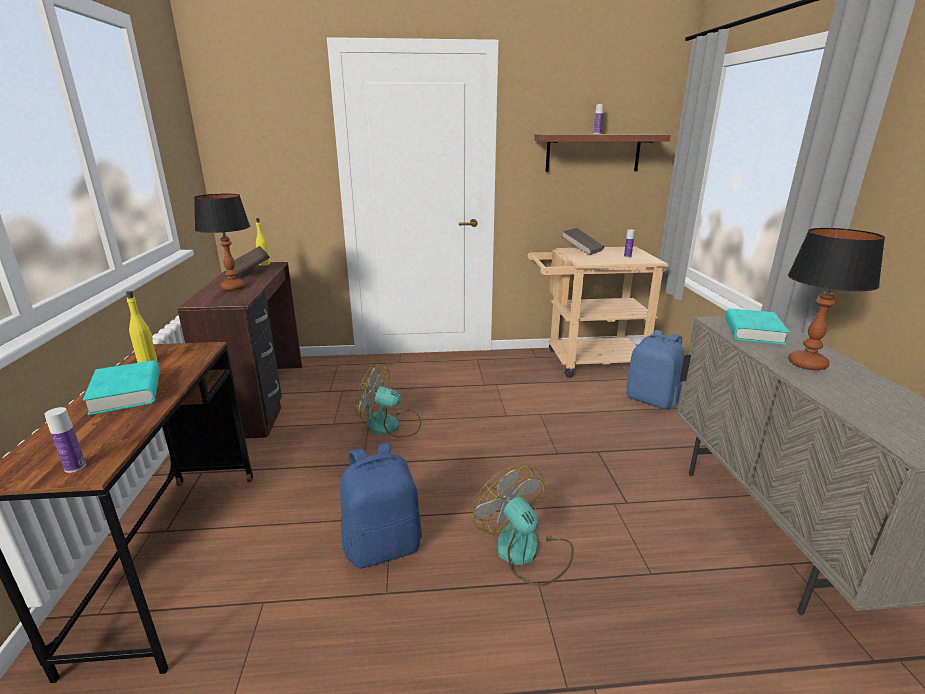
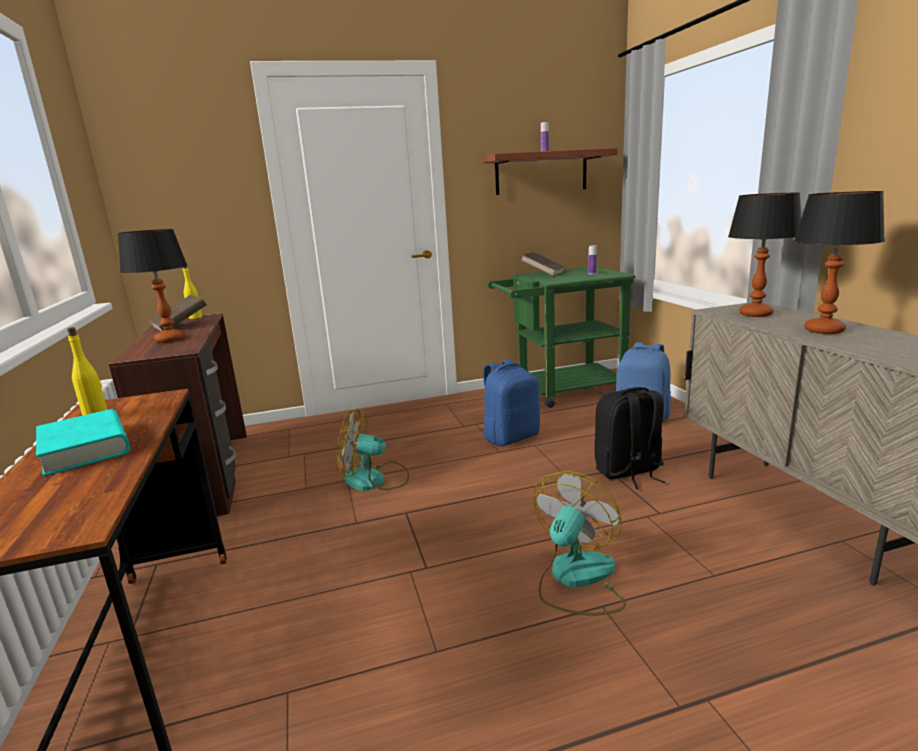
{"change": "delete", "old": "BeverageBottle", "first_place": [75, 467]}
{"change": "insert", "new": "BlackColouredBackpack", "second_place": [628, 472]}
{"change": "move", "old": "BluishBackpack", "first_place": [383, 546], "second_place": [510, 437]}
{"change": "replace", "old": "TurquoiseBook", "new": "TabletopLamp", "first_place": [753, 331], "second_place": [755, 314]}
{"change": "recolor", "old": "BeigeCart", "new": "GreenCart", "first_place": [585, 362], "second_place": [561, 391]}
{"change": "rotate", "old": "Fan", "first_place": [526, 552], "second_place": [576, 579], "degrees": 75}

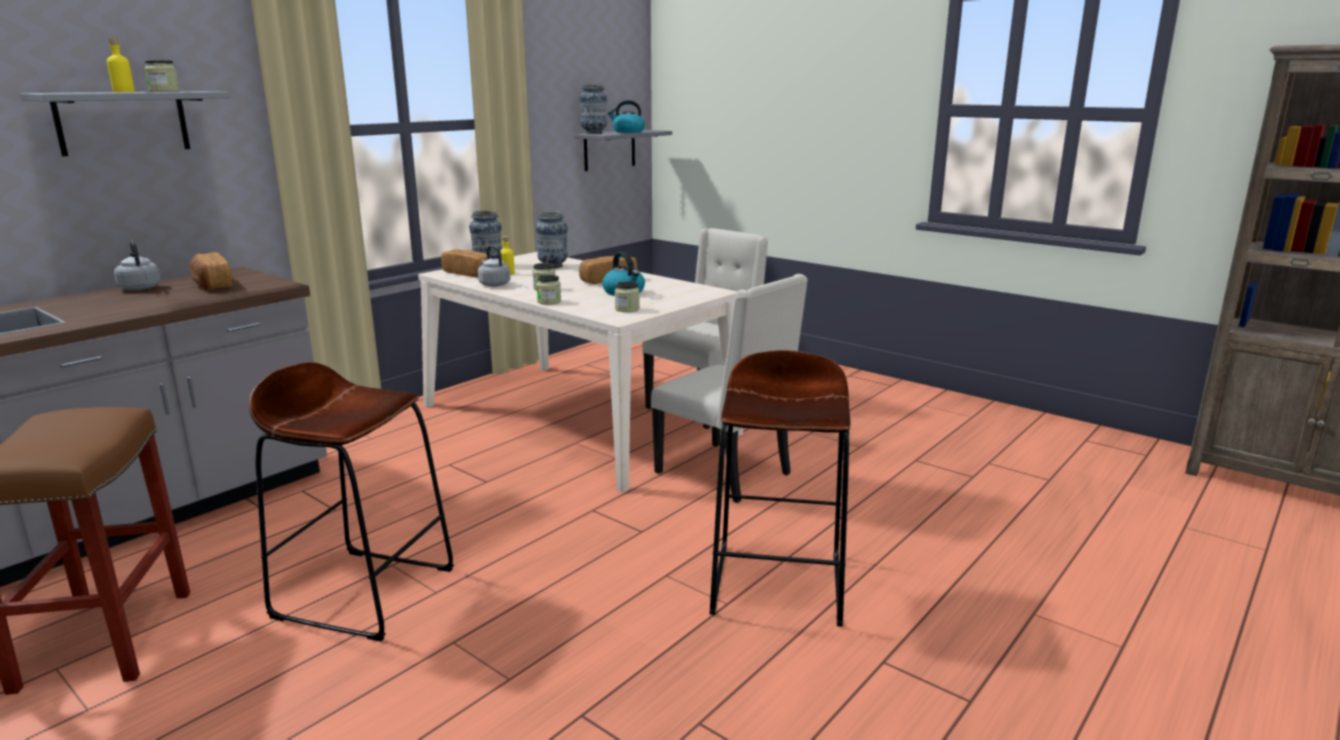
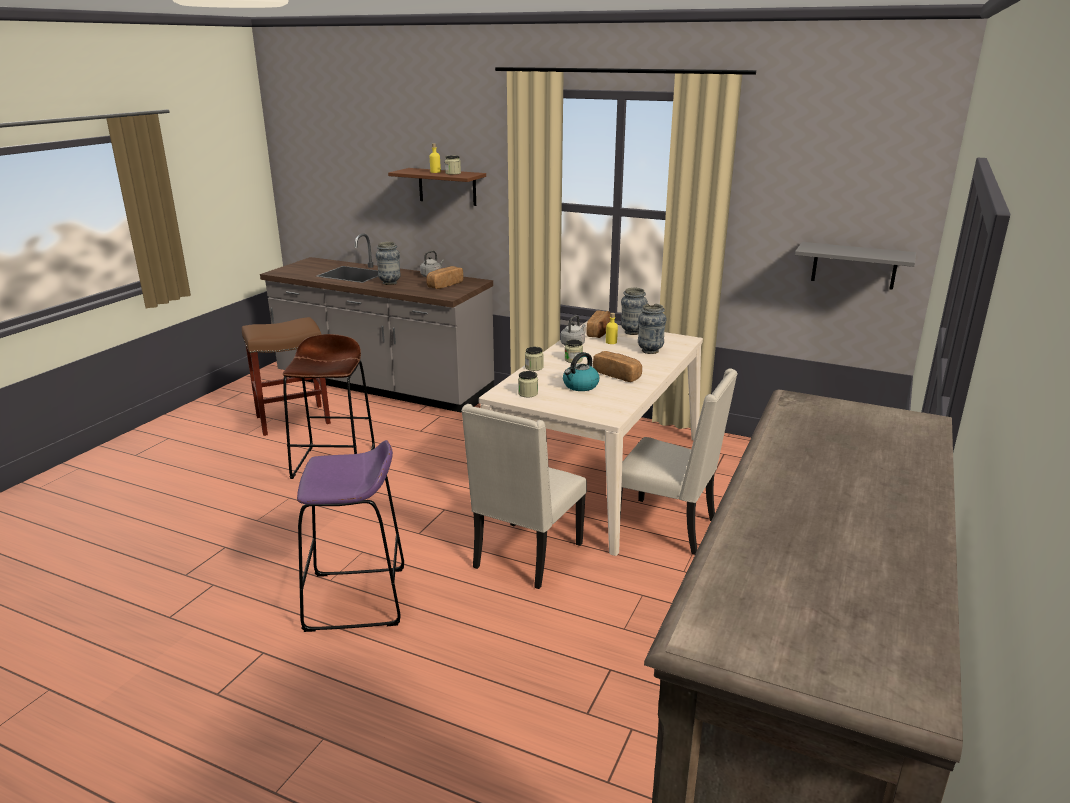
{"change": "delete", "old": "Kettle", "first_place": [627, 132]}
{"change": "move", "old": "DecorativeVase", "first_place": [594, 133], "second_place": [389, 283]}
{"change": "recolor", "old": "GreyishBracketShelf", "new": "BrownColouredBracketShelf", "first_place": [122, 122], "second_place": [447, 186]}
{"change": "recolor", "old": "BrownColouredStoolSeat", "new": "PurplishStoolSeat", "first_place": [778, 584], "second_place": [356, 599]}

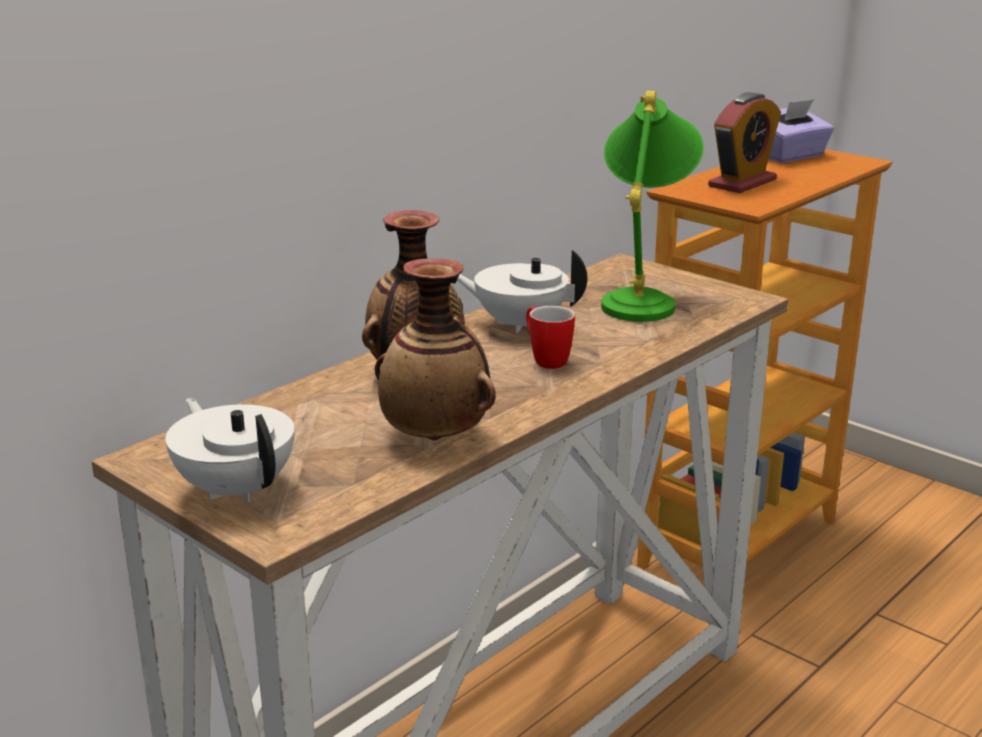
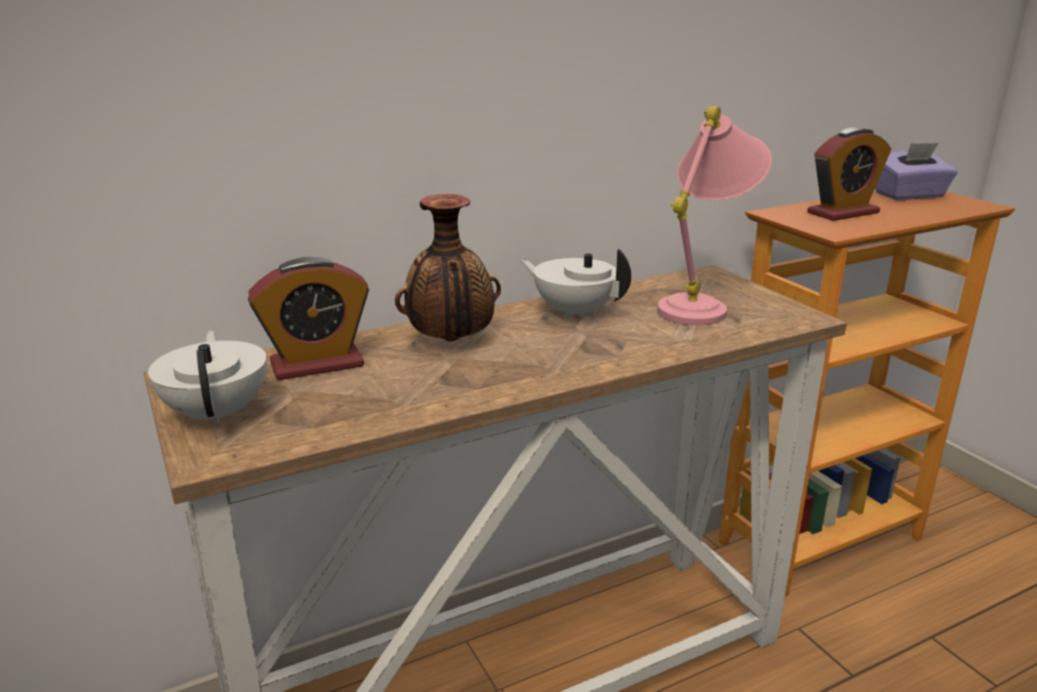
{"change": "delete", "old": "DecorativeVase", "first_place": [436, 437]}
{"change": "delete", "old": "Mug", "first_place": [545, 360]}
{"change": "insert", "new": "TableClock", "second_place": [317, 364]}
{"change": "recolor", "old": "GreenTabletopLamp", "new": "PinkishTabletopLamp", "first_place": [643, 299], "second_place": [703, 305]}

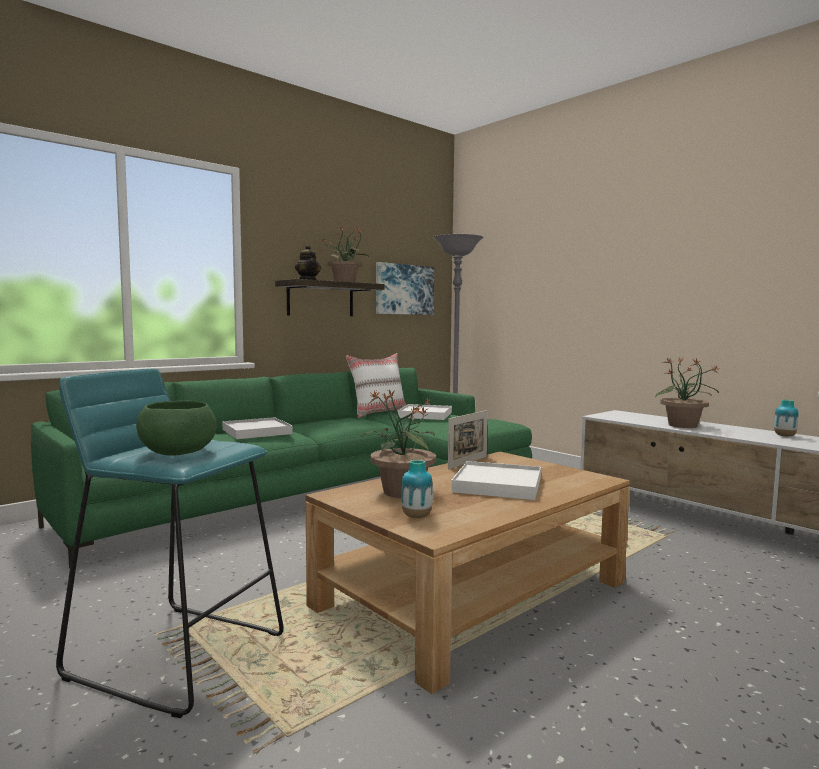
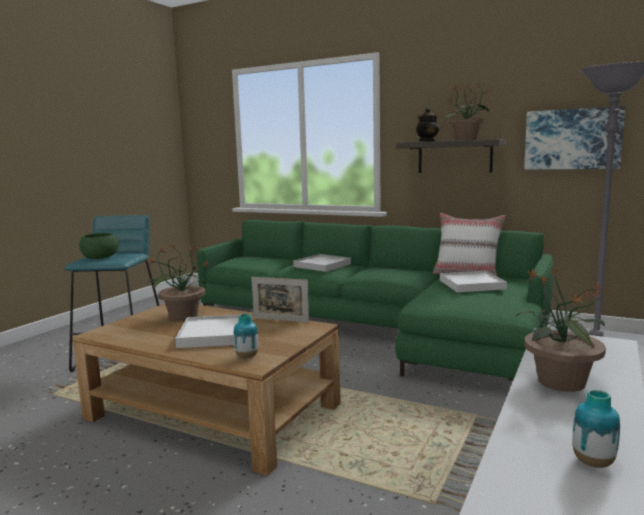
{"change": "move", "old": "DecorativeVase", "first_place": [416, 517], "second_place": [247, 357]}

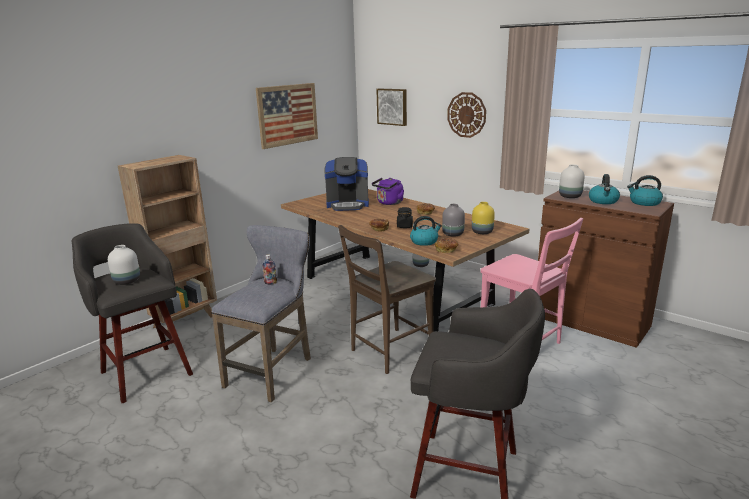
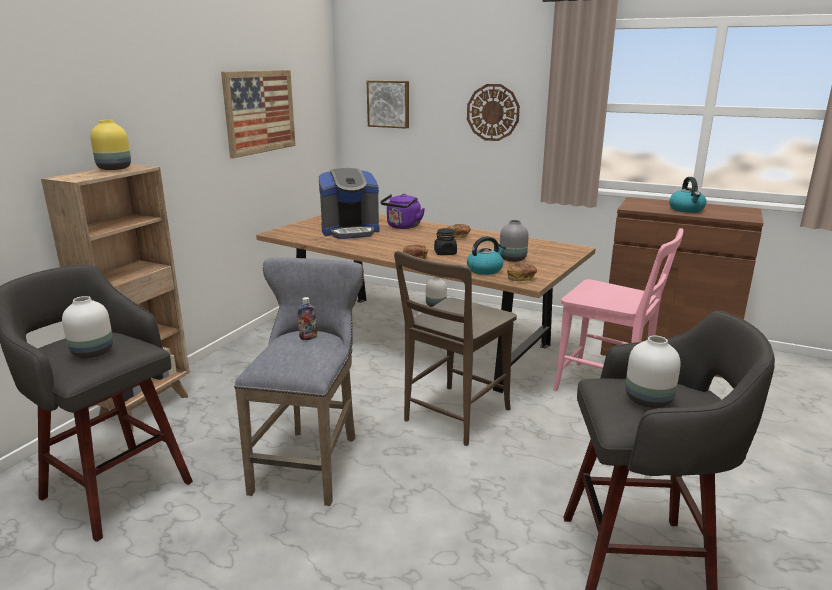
{"change": "delete", "old": "Kettle", "first_place": [644, 203]}
{"change": "move", "old": "YellowishDecorativeVase", "first_place": [482, 232], "second_place": [115, 168]}
{"change": "move", "old": "WhiteDecorativeVase", "first_place": [570, 196], "second_place": [648, 399]}

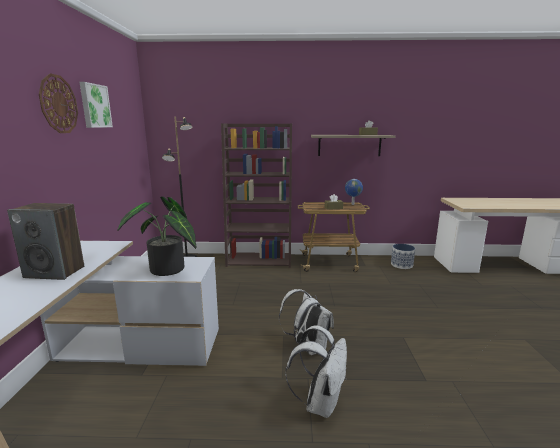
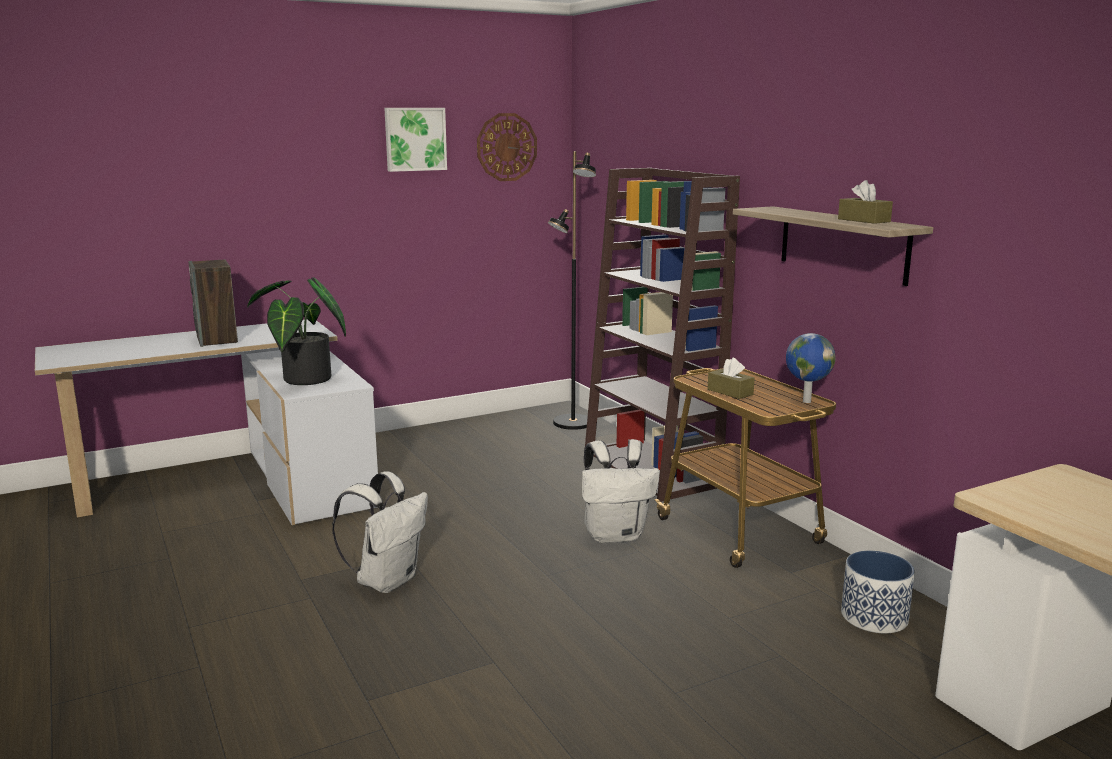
{"change": "move", "old": "ClockOnTheWall", "first_place": [58, 104], "second_place": [506, 147]}
{"change": "move", "old": "WhiteBackpack", "first_place": [320, 402], "second_place": [615, 535]}

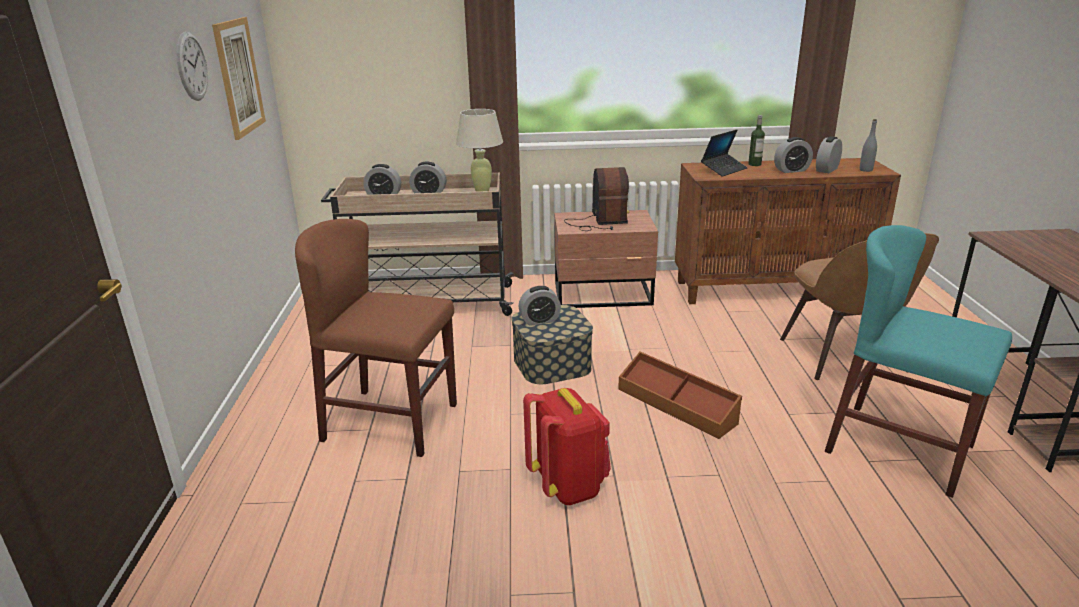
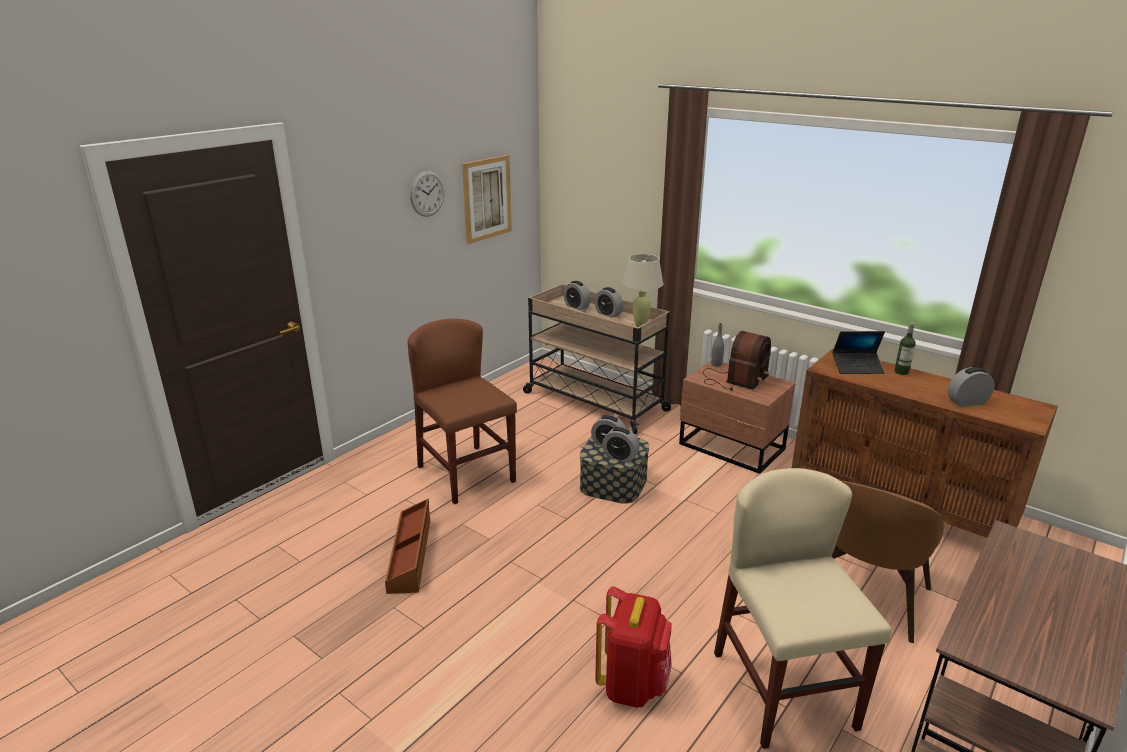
{"change": "move", "old": "RedColouredBackpack", "first_place": [569, 486], "second_place": [633, 685]}
{"change": "move", "old": "BrownColouredStorageBin", "first_place": [677, 405], "second_place": [411, 555]}
{"change": "move", "old": "TableClock", "first_place": [791, 170], "second_place": [620, 457]}
{"change": "move", "old": "GreyishBeverageBottle", "first_place": [866, 170], "second_place": [716, 364]}
{"change": "recolor", "old": "TurquoiseUprightChair", "new": "BeigeUprightChair", "first_place": [900, 448], "second_place": [784, 690]}

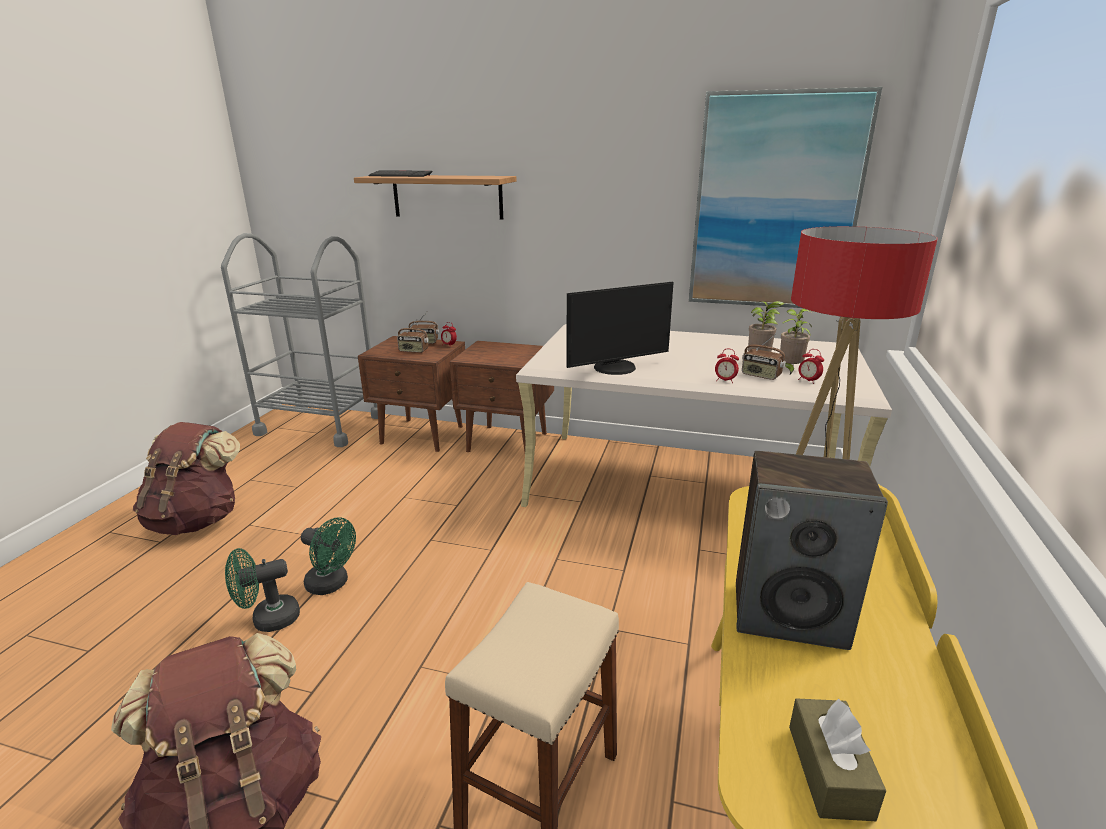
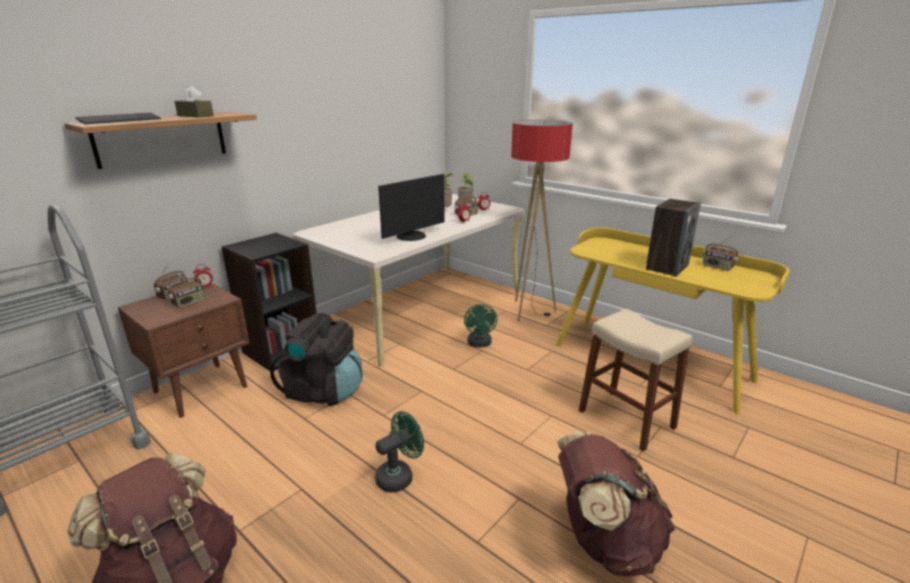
{"change": "delete", "old": "WallPicture", "first_place": [775, 204]}
{"change": "insert", "new": "BlackColouredBackpack", "second_place": [323, 391]}
{"change": "insert", "new": "RadioSet", "second_place": [717, 267]}
{"change": "move", "old": "GreenFan", "first_place": [268, 620], "second_place": [479, 344]}
{"change": "move", "old": "BrownColouredTissueHolder", "first_place": [829, 771], "second_place": [195, 116]}
{"change": "replace", "old": "BrownColouredNightTable", "new": "BlackColouredShelvingUnit", "first_place": [508, 442], "second_place": [281, 350]}
{"change": "rotate", "old": "ComputerDisplay", "first_place": [616, 368], "second_place": [412, 236], "degrees": 45}

